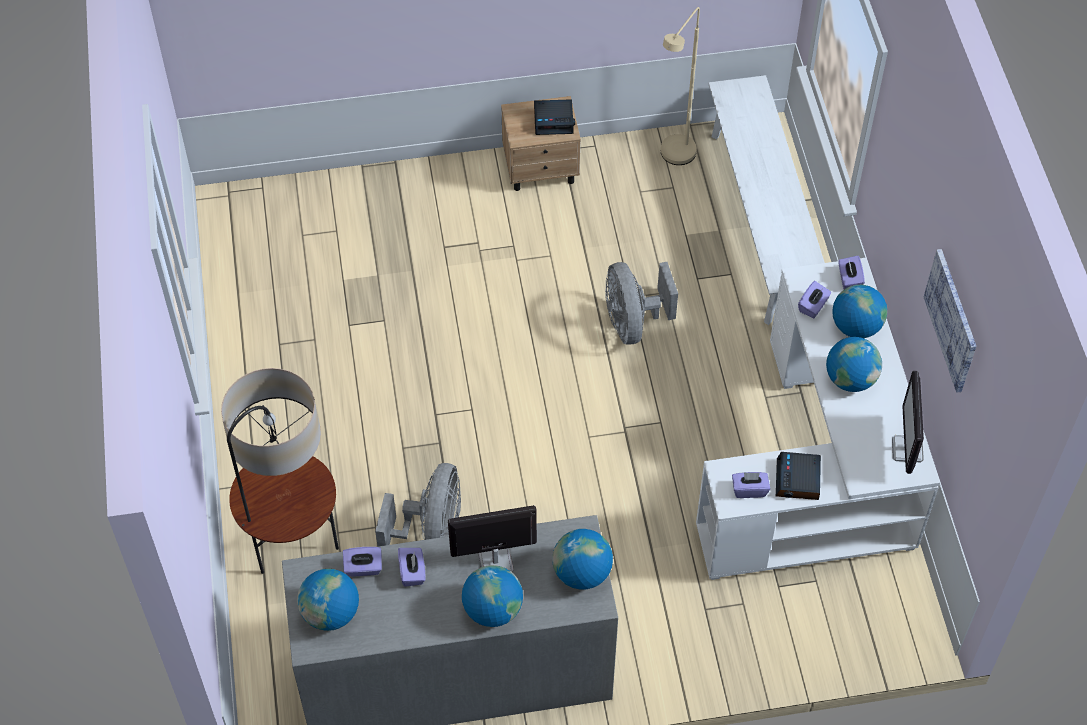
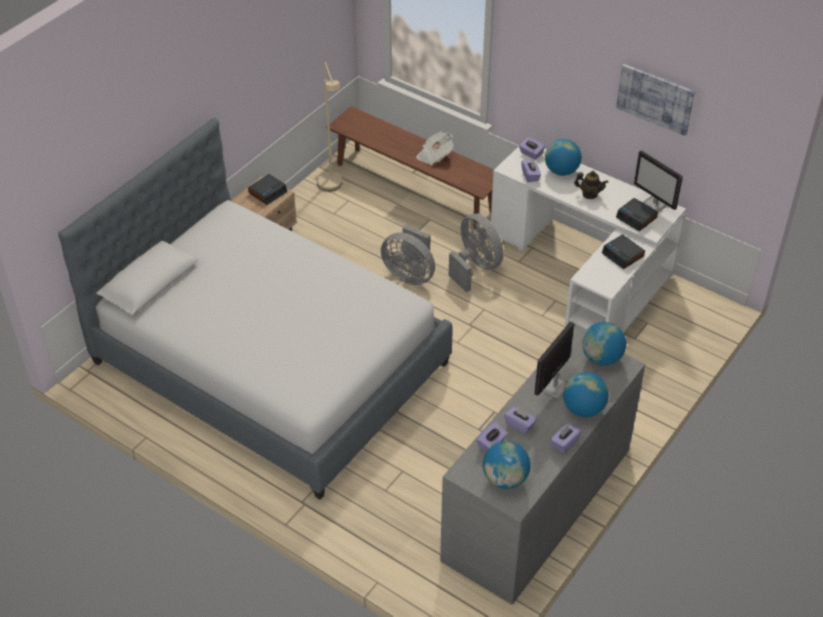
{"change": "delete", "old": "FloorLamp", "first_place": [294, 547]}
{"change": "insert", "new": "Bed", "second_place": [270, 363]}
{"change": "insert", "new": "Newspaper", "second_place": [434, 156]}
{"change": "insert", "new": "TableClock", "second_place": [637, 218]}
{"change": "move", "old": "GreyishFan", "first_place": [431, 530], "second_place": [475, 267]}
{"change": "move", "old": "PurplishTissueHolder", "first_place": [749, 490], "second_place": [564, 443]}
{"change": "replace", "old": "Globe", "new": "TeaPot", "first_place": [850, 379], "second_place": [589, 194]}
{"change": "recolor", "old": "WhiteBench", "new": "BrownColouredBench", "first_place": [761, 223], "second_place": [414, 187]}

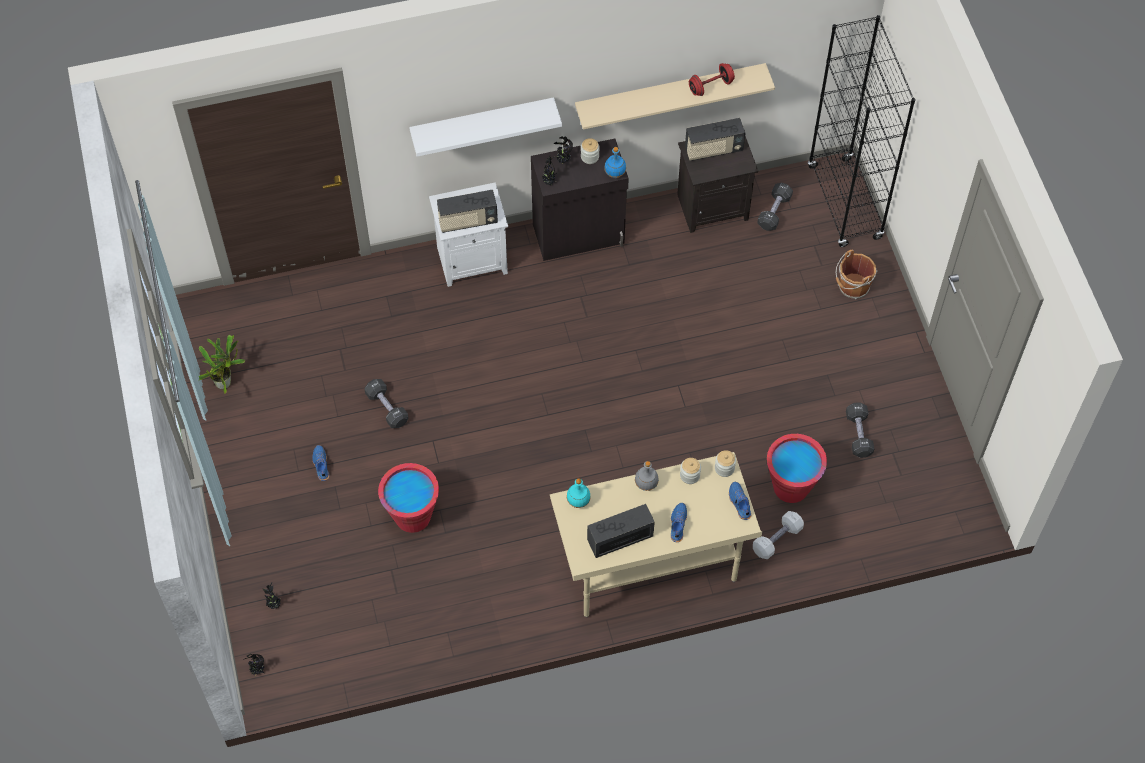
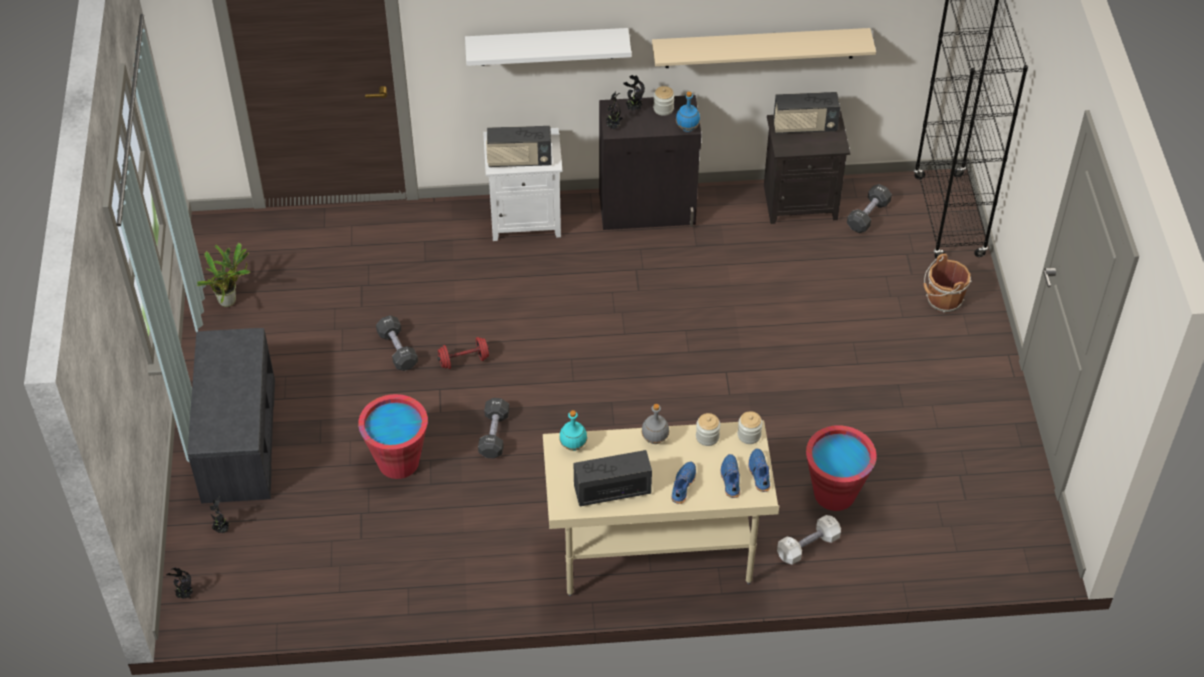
{"change": "insert", "new": "GreyishBench", "second_place": [237, 439]}
{"change": "move", "old": "BluishShoe", "first_place": [320, 465], "second_place": [730, 479]}
{"change": "move", "old": "RedColouredHandWeight", "first_place": [710, 86], "second_place": [464, 360]}
{"change": "move", "old": "BlackColouredHandWeight", "first_place": [858, 434], "second_place": [494, 435]}

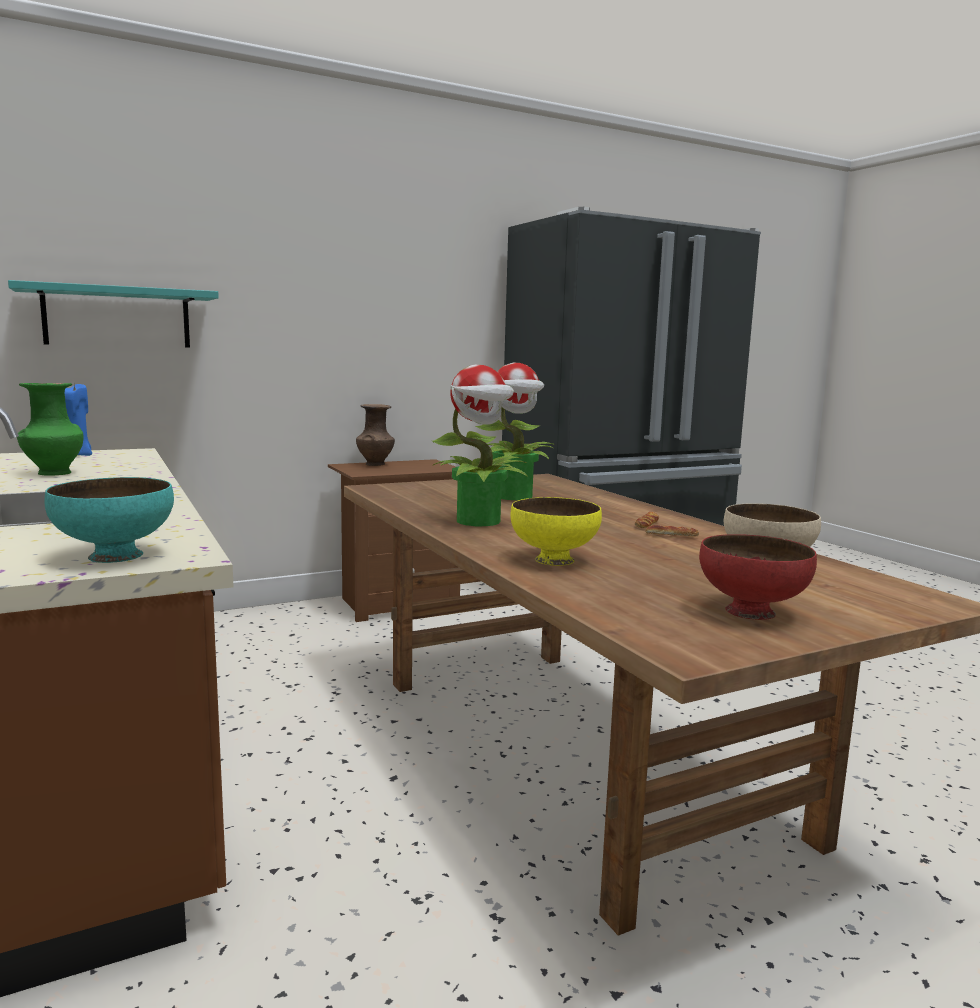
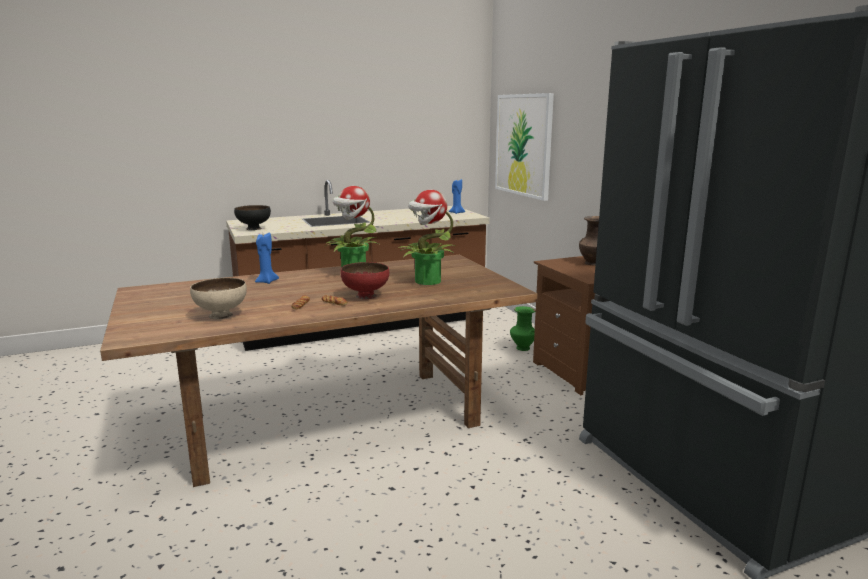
{"change": "move", "old": "GreenDecorativeVase", "first_place": [53, 473], "second_place": [522, 348]}
{"change": "move", "old": "RedColouredServingBowl", "first_place": [751, 612], "second_place": [365, 296]}
{"change": "replace", "old": "TurquoiseBracketShelf", "new": "WallPicture", "first_place": [117, 317], "second_place": [523, 145]}
{"change": "replace", "old": "YellowishServingBowl", "new": "BluishCandle", "first_place": [553, 560], "second_place": [266, 281]}
{"change": "recolor", "old": "TurquoiseServingBowl", "new": "BlackColouredServingBowl", "first_place": [115, 555], "second_place": [254, 228]}

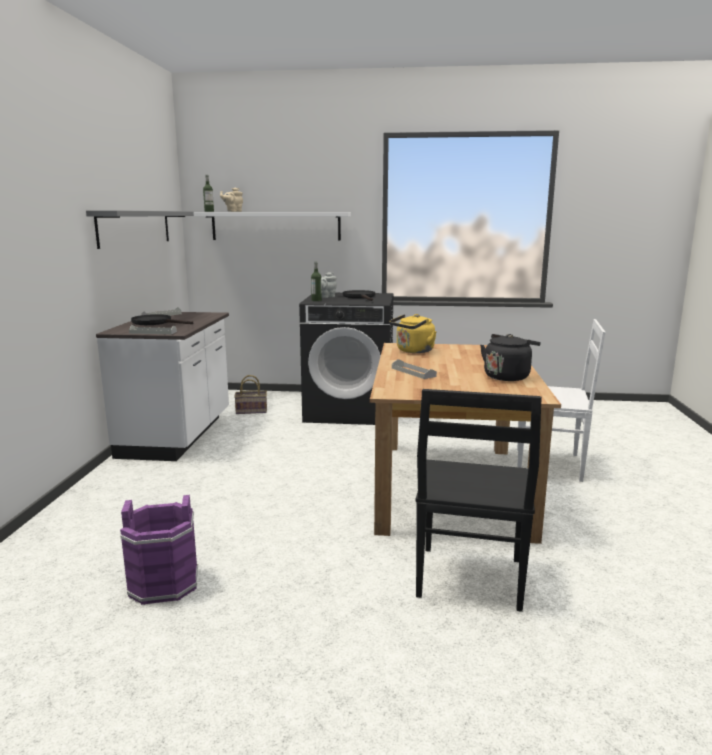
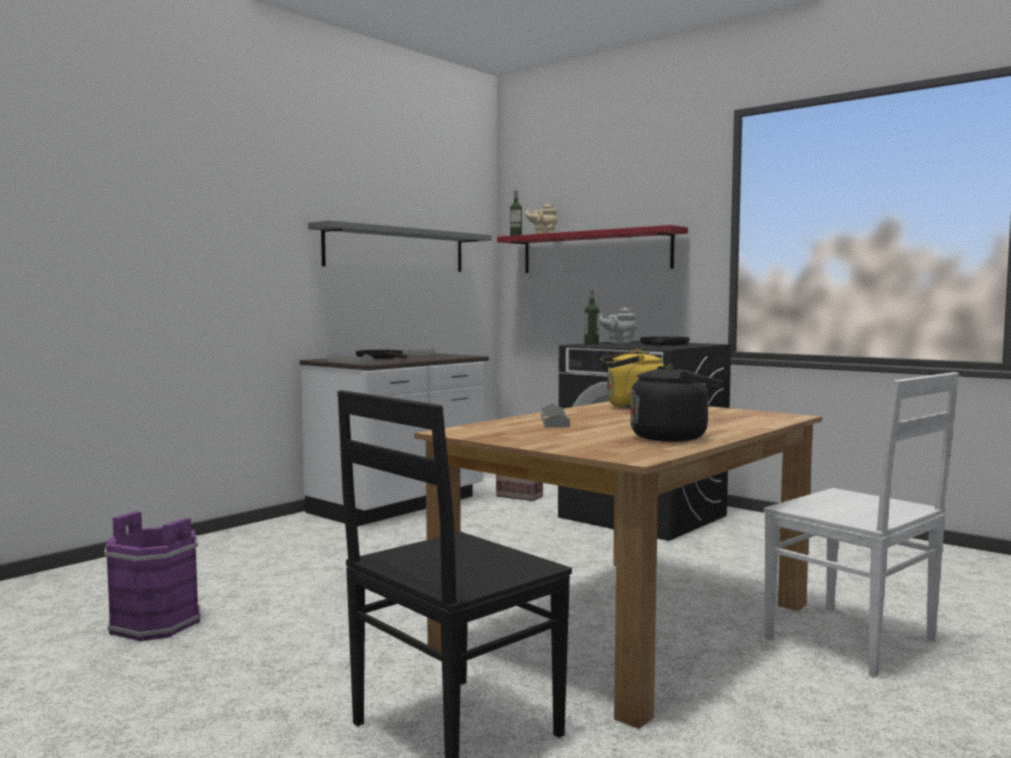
{"change": "recolor", "old": "WhiteBracketShelf", "new": "RedColouredBracketShelf", "first_place": [275, 226], "second_place": [595, 252]}

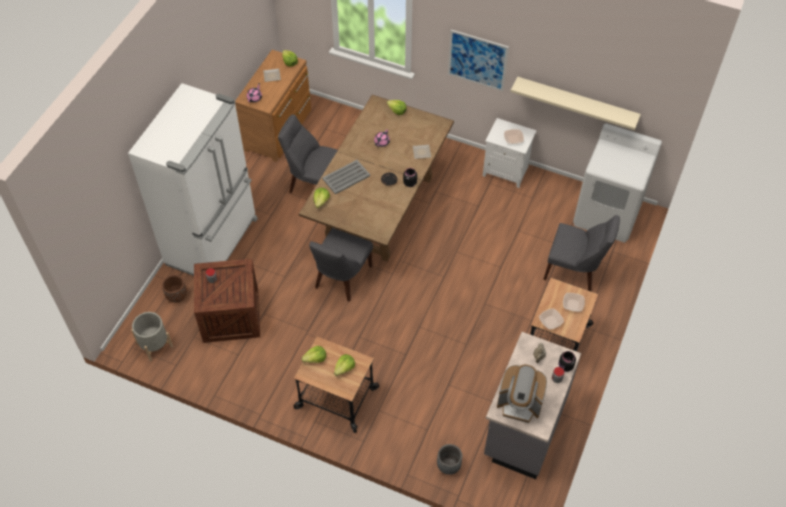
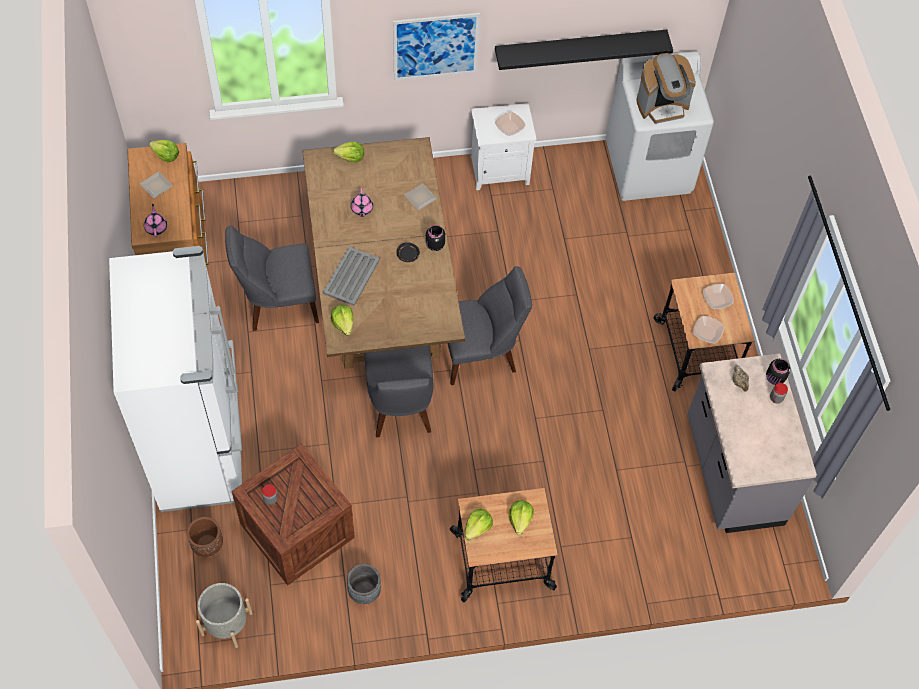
{"change": "move", "old": "GreyishPlantPot", "first_place": [448, 466], "second_place": [364, 591]}
{"change": "move", "old": "CoffeeMachine", "first_place": [519, 404], "second_place": [662, 105]}
{"change": "move", "old": "GreyishUprightChair", "first_place": [574, 271], "second_place": [481, 354]}
{"change": "recolor", "old": "BeigeBracketShelf", "new": "BlackColouredBracketShelf", "first_place": [576, 102], "second_place": [580, 47]}

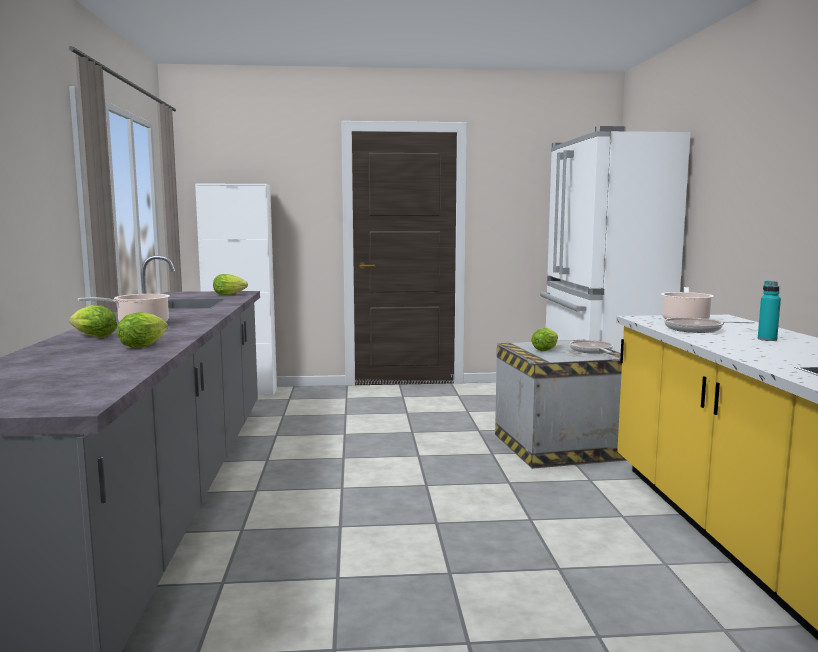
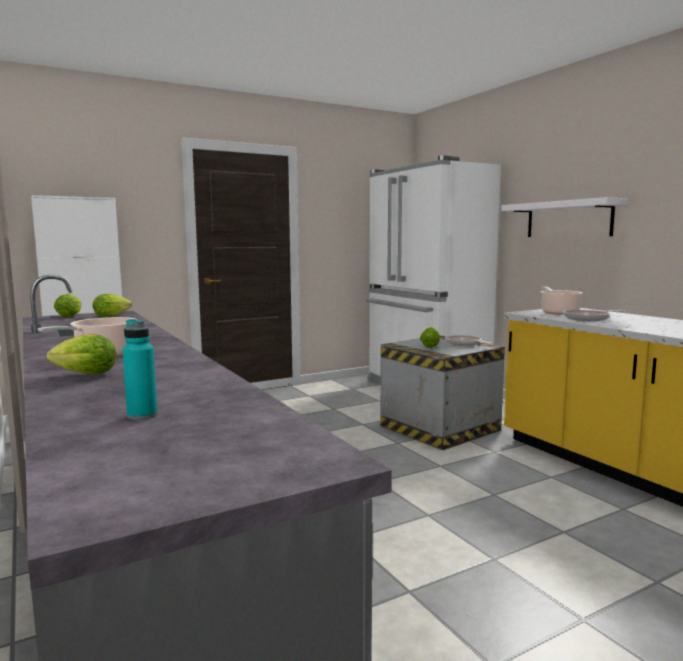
{"change": "insert", "new": "WhiteBracketShelf", "second_place": [568, 219]}
{"change": "move", "old": "HeadOfLettuce", "first_place": [145, 345], "second_place": [71, 316]}
{"change": "move", "old": "TurquoiseBeverageBottle", "first_place": [767, 339], "second_place": [142, 415]}

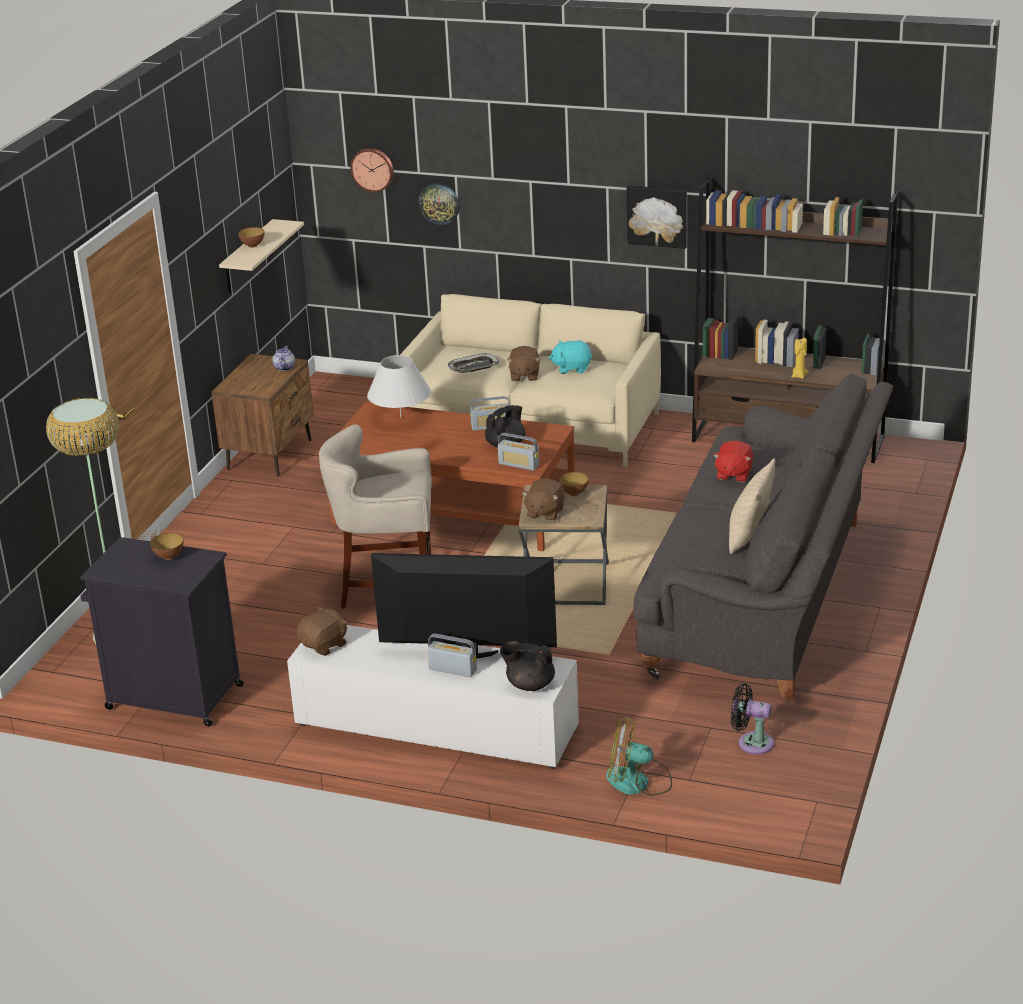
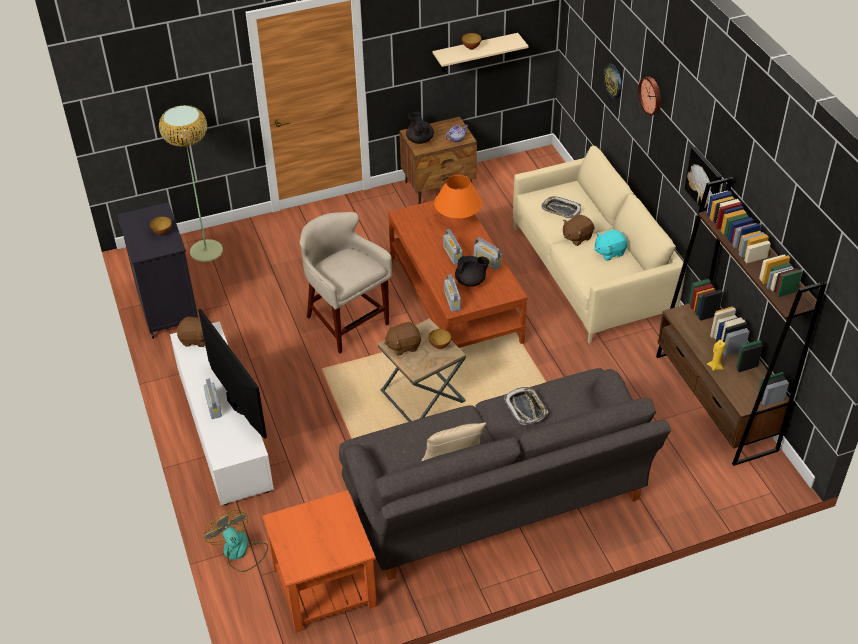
{"change": "insert", "new": "RadioSet", "second_place": [452, 254]}
{"change": "move", "old": "ClockOnTheWall", "first_place": [373, 169], "second_place": [651, 95]}
{"change": "move", "old": "BlackColouredTeaPot", "first_place": [529, 684], "second_place": [419, 139]}
{"change": "replace", "old": "RedColouredPlushToy", "new": "ServingTray", "first_place": [733, 474], "second_place": [526, 408]}
{"change": "replace", "old": "BlackColouredFan", "new": "OrangeyAccentTable", "first_place": [752, 743], "second_place": [324, 585]}
{"change": "recolor", "old": "WhiteTabletopLamp", "new": "OrangeyTabletopLamp", "first_place": [401, 417], "second_place": [458, 218]}
{"change": "rotate", "old": "TurquoisePlushToy", "first_place": [572, 368], "second_place": [609, 252], "degrees": -75}

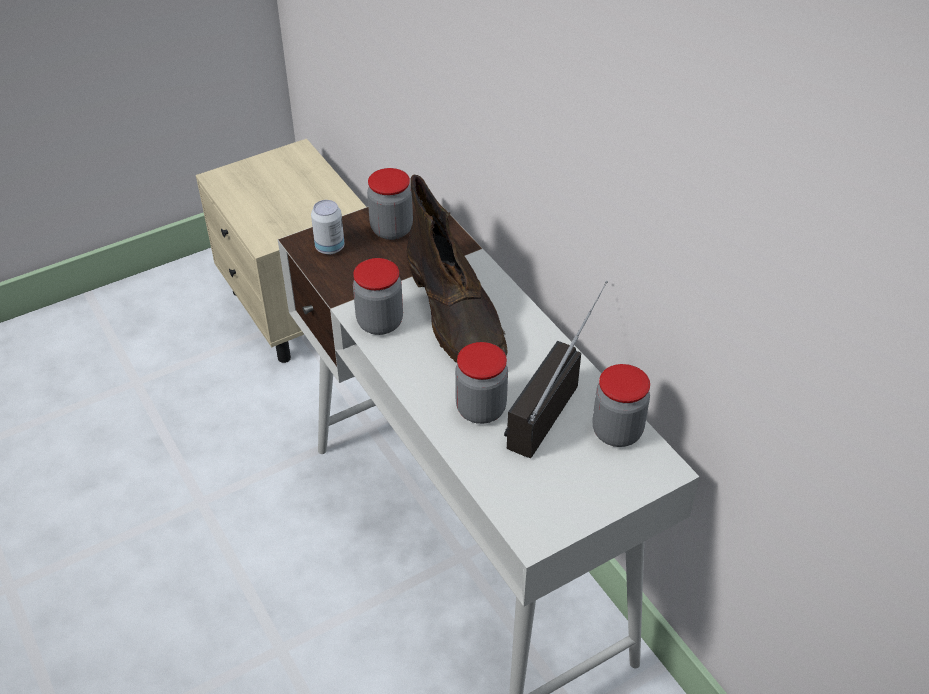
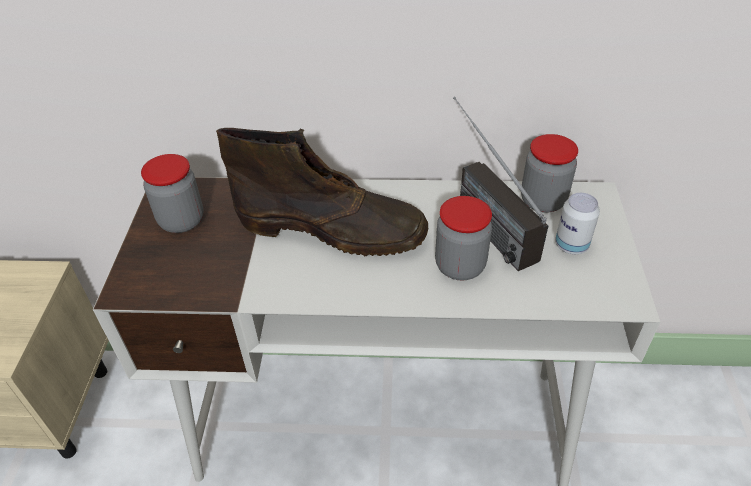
{"change": "delete", "old": "StorageJar", "first_place": [380, 322]}
{"change": "move", "old": "Can", "first_place": [330, 247], "second_place": [571, 245]}

